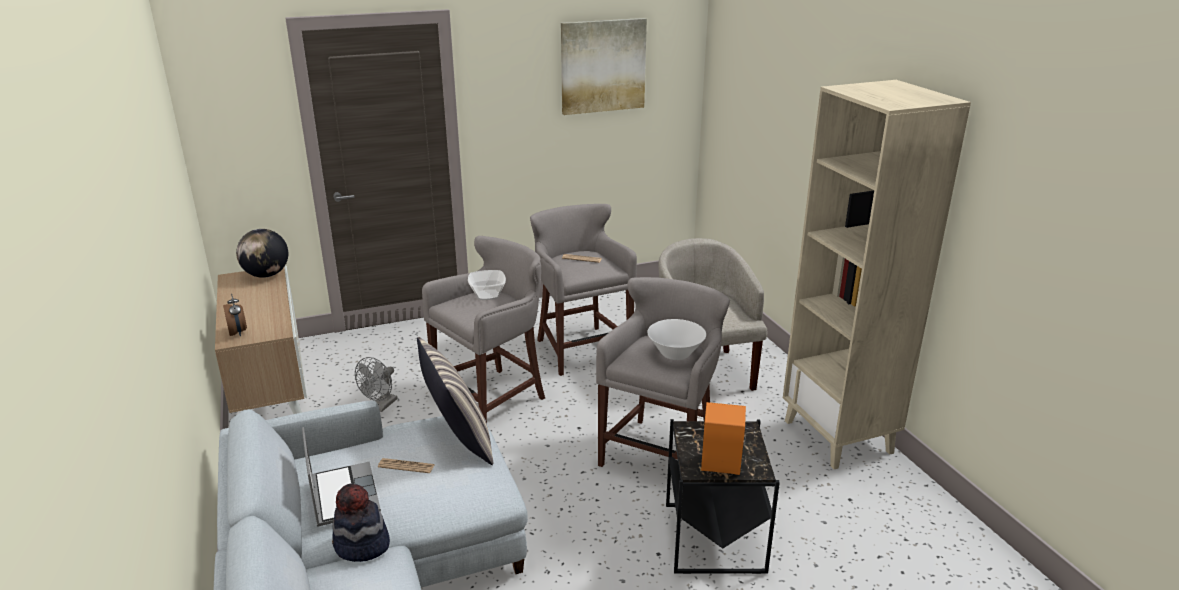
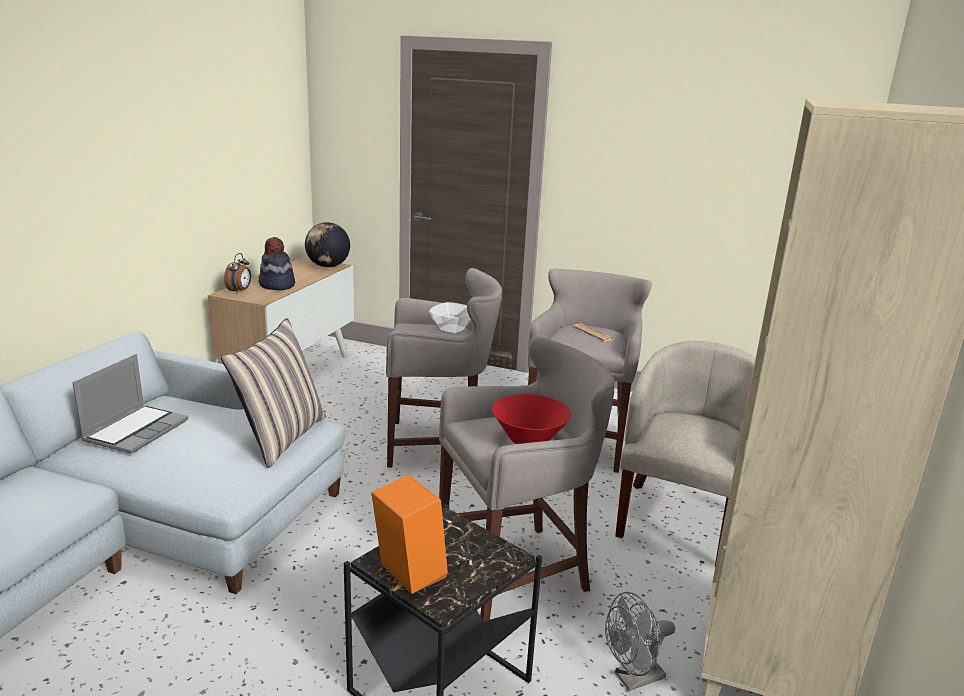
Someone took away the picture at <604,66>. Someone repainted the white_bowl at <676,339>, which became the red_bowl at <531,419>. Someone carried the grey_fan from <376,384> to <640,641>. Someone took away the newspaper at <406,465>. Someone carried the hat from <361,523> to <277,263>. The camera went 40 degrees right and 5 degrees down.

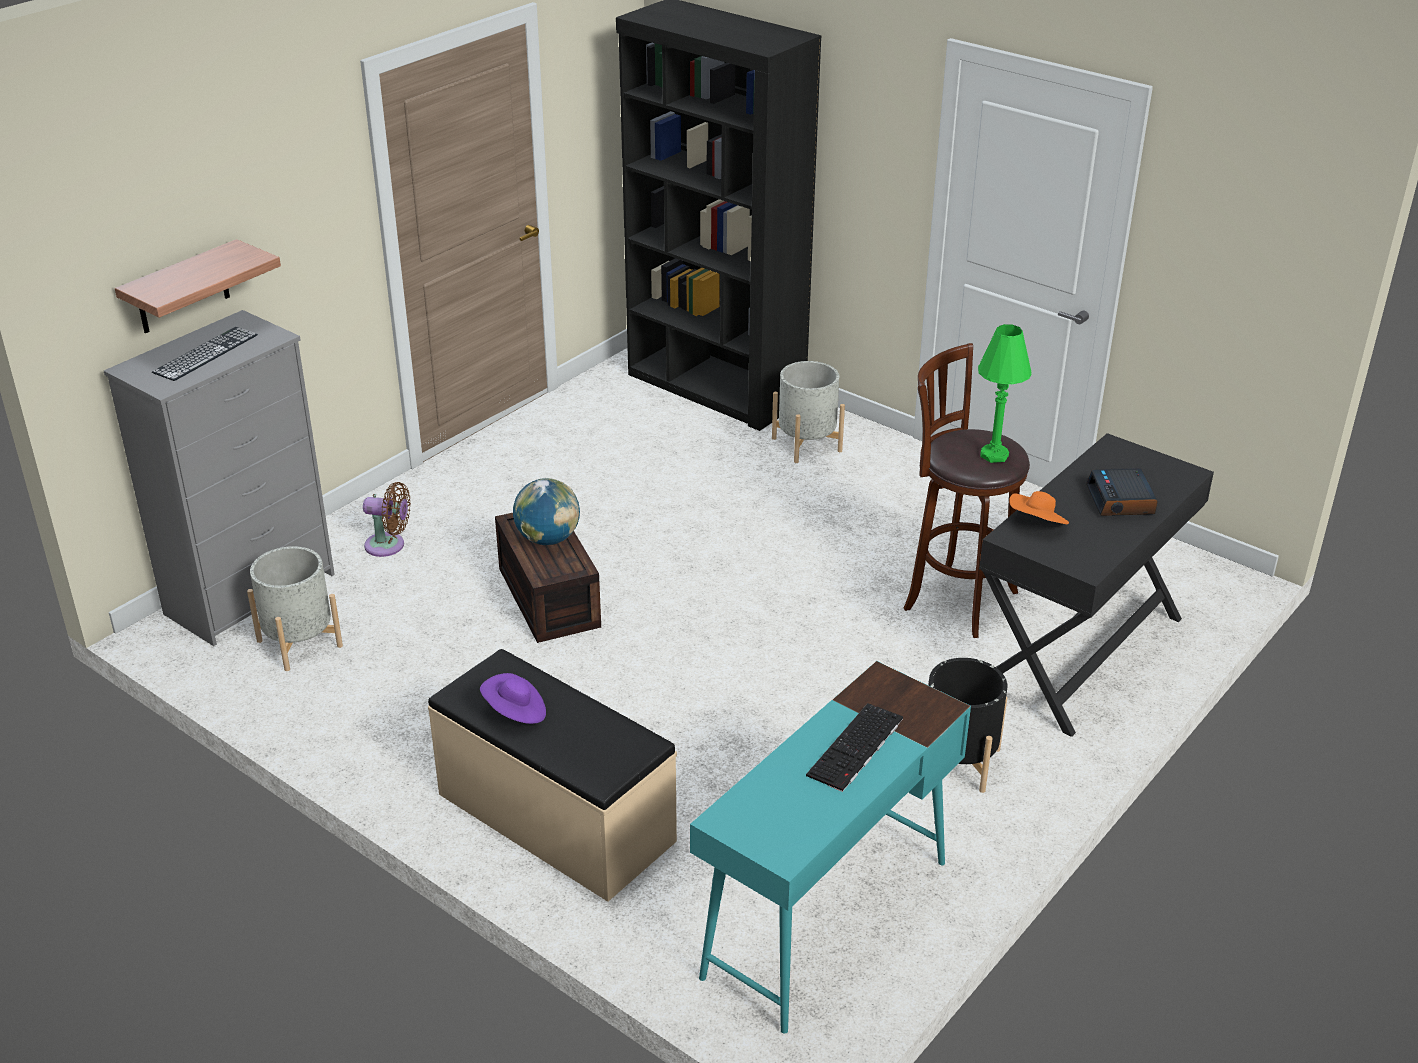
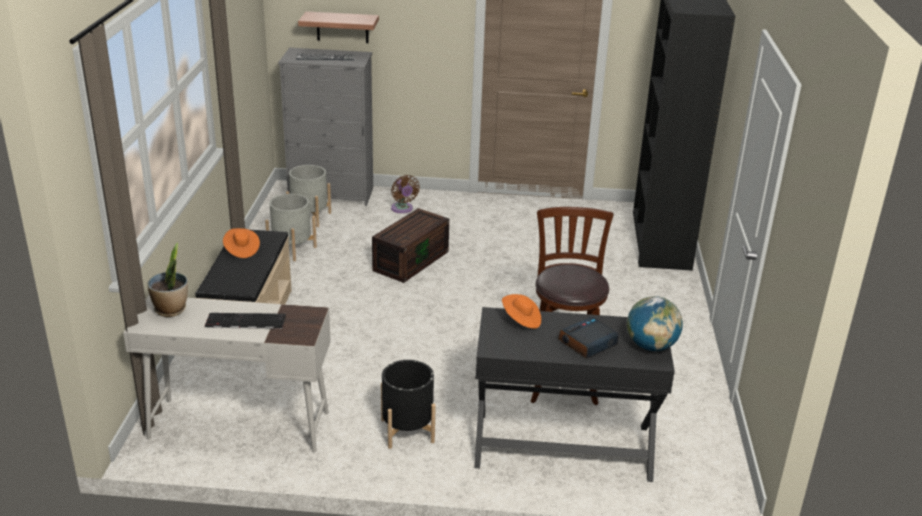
Someone took away the green_table_lamp at <1005,393>. Someone carried the grey_planter from <808,412> to <291,227>. Someone carried the globe from <546,511> to <655,323>. Someone repainted the turquoise_desk at <830,847>, which became the white_desk at <227,374>. Someone repainted the purple_hat at <513,698>, which became the orange_hat at <241,243>. Someone put down the potted_plant at <167,280>. The camera went 55 degrees right and 5 degrees down.

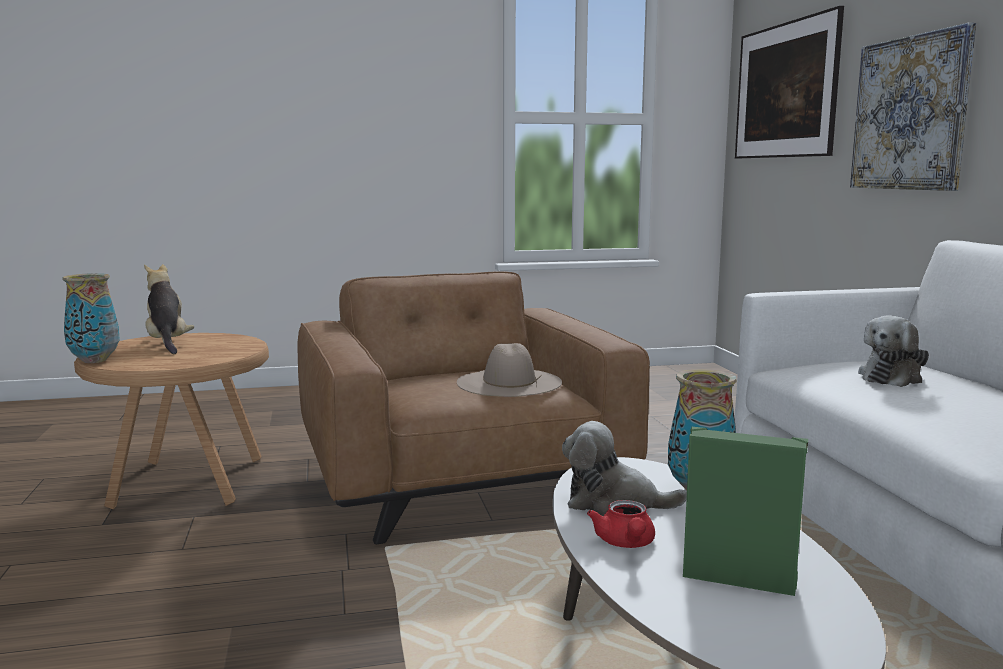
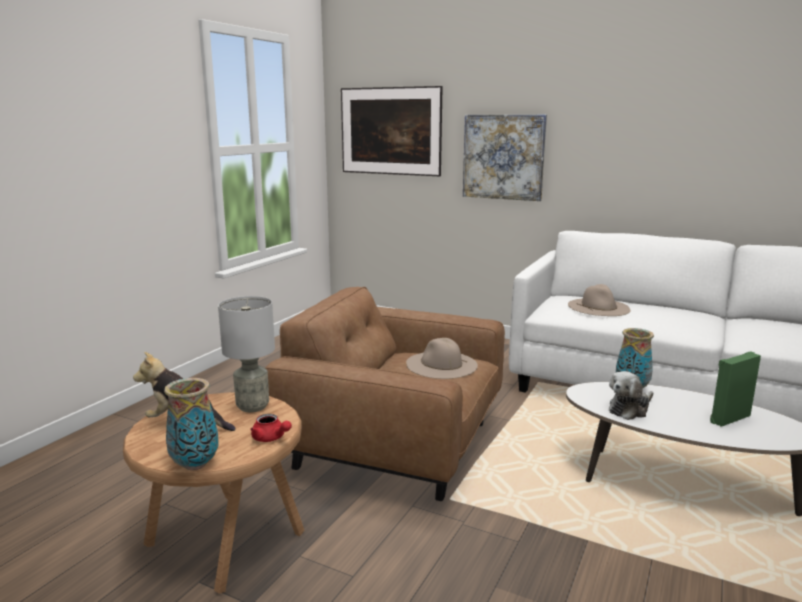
Someone swapped the plush_toy at <893,351> for the beige_hat at <599,300>. Someone carried the red_teapot from <621,524> to <271,428>. Someone put down the grey_table_lamp at <246,354>. The camera went 50 degrees left and 5 degrees up.

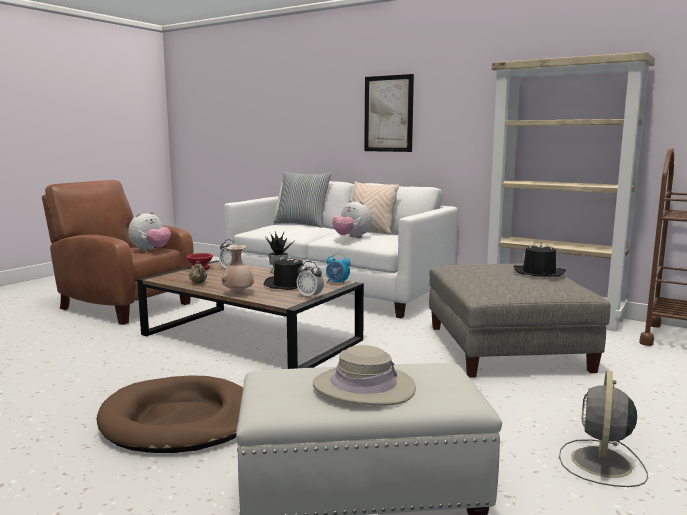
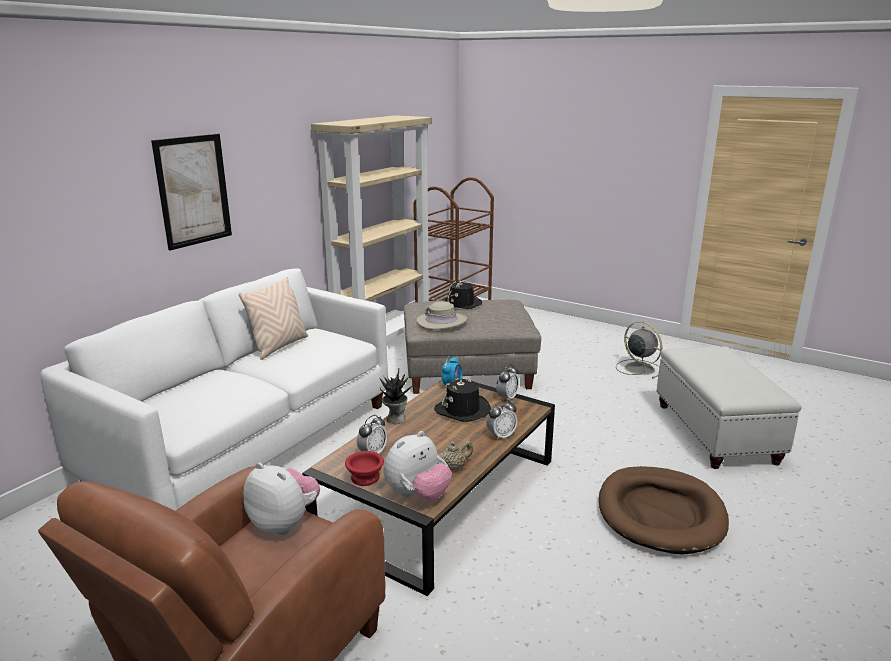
Someone took away the pillow at <302,199>. Someone carried the plush_toy from <352,219> to <418,466>. Someone swapped the beige_vase at <238,269> for the alarm_clock at <502,420>. Someone carried the beige_hat from <364,375> to <442,315>. Someone rotated the grey_fan at <603,428> by 150 degrees counterclockwise. The camera went 90 degrees left and 10 degrees up.

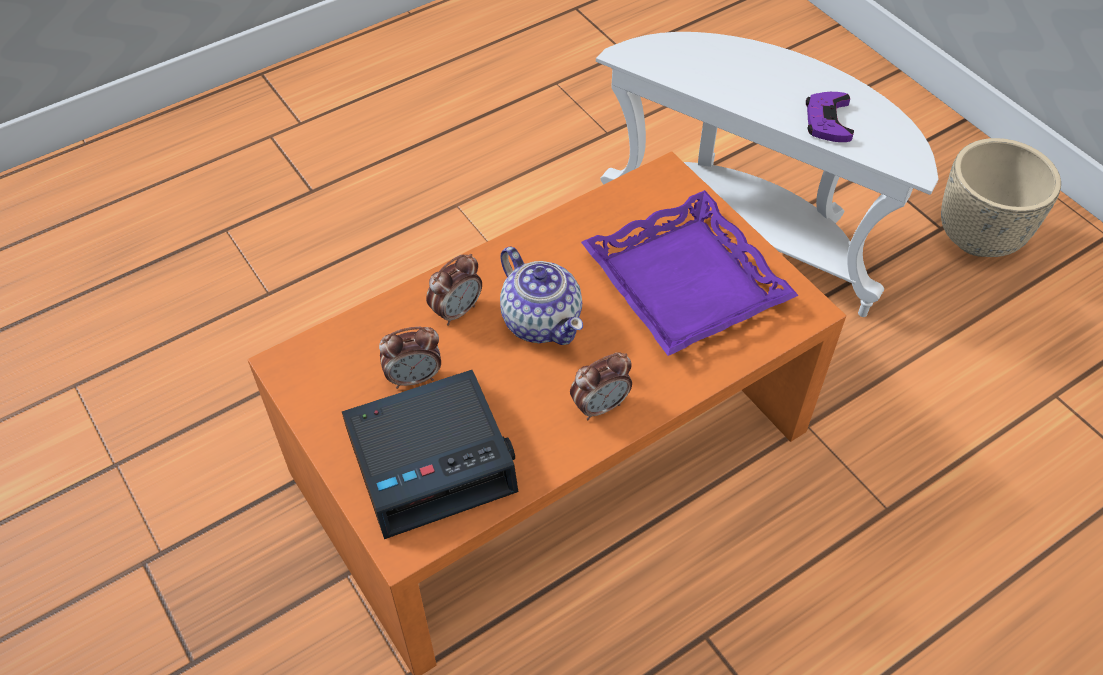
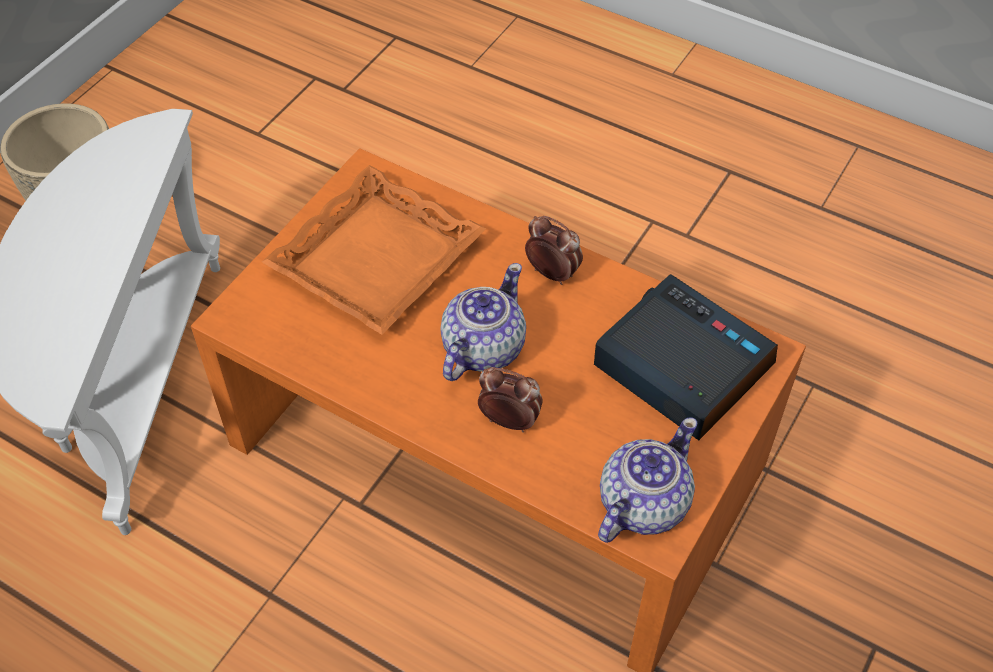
Someone took away the purple_game_controller at <830,117>. Someone repainted the purple_tray at <690,273>, which became the orange_tray at <374,250>. Someone took away the alarm_clock at <410,358>. Someone put down the teapot at <647,480>. The camera went 115 degrees left and 0 degrees up.

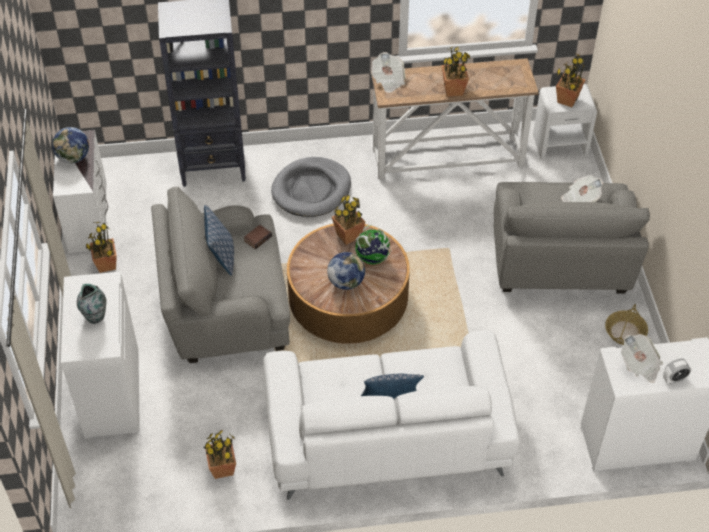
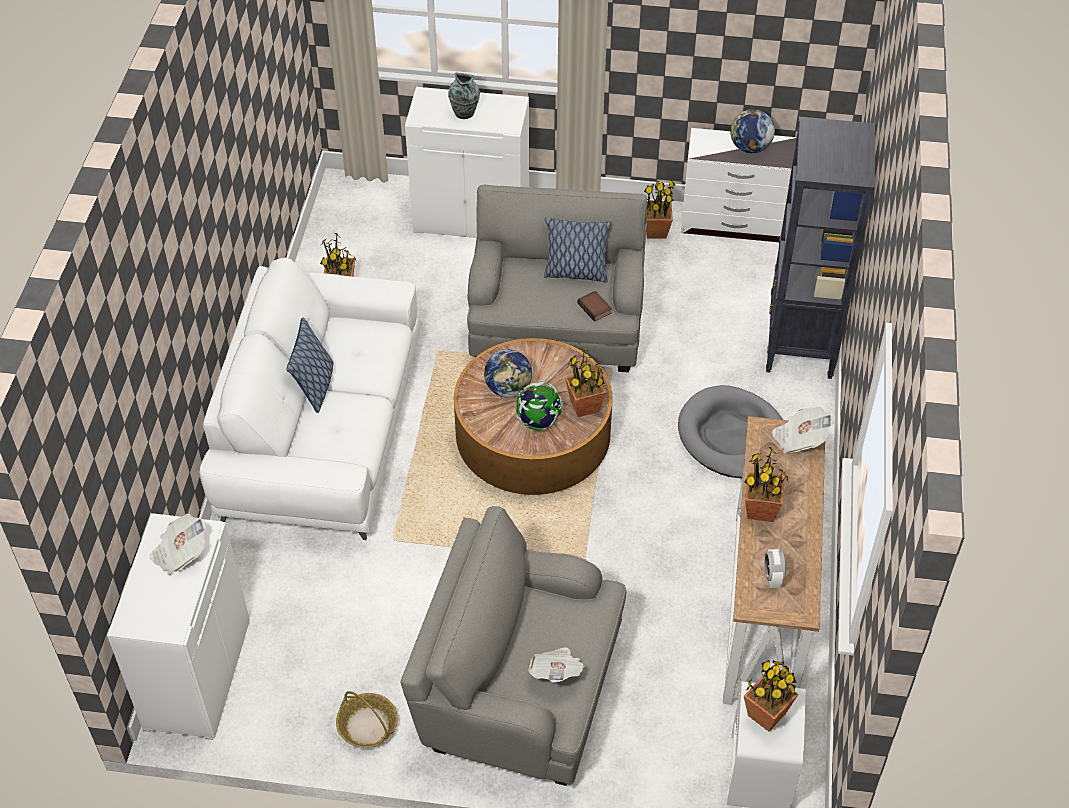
Someone carried the alarm_clock from <677,371> to <775,568>. The camera went 105 degrees right and 0 degrees up.

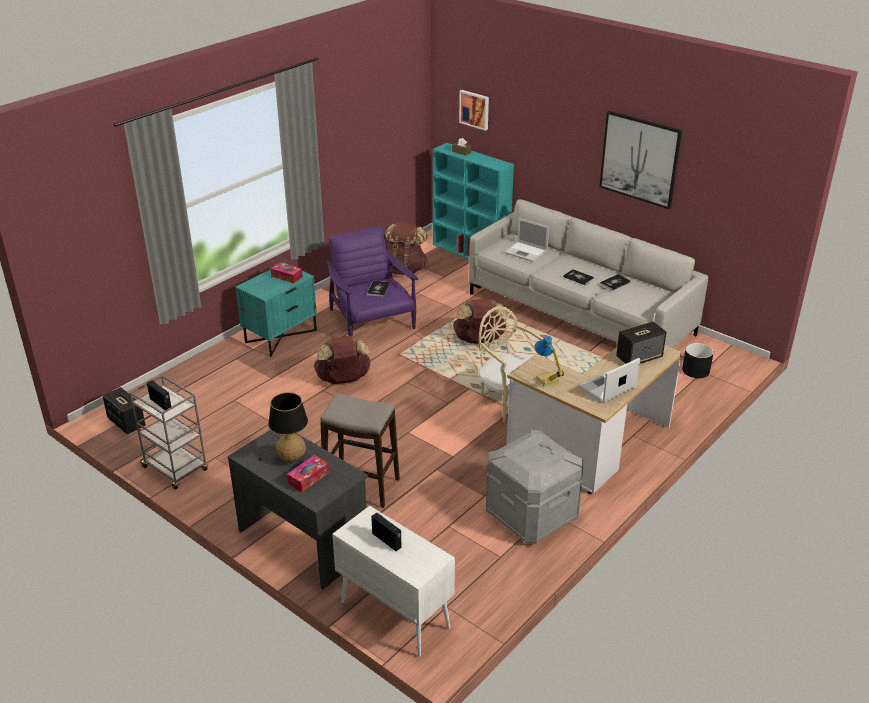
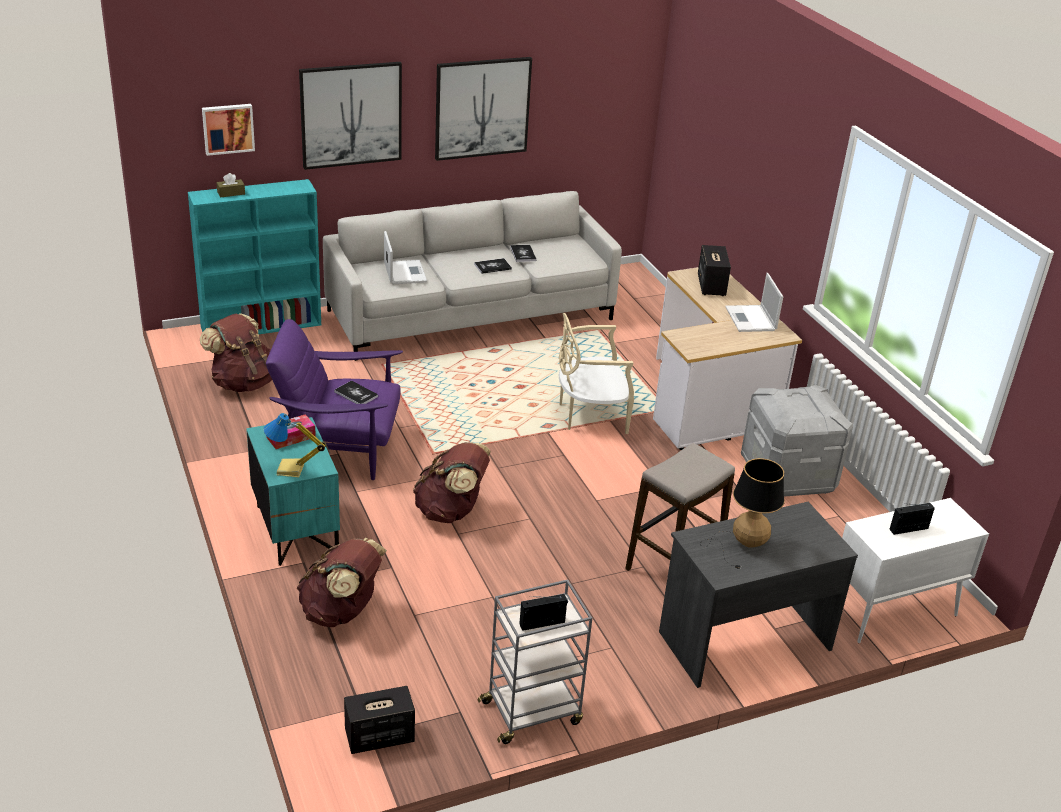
Someone rotated the laptop at <526,240> by 75 degrees counterclockwise. Someone carried the brown_backpack from <480,321> to <342,582>. Someone carried the table_lamp from <549,361> to <294,445>. Someone took away the black_planter at <698,360>. Someone took away the tissue_box at <308,473>. Someone put up the picture at <350,116>. The camera went 65 degrees left and 0 degrees up.

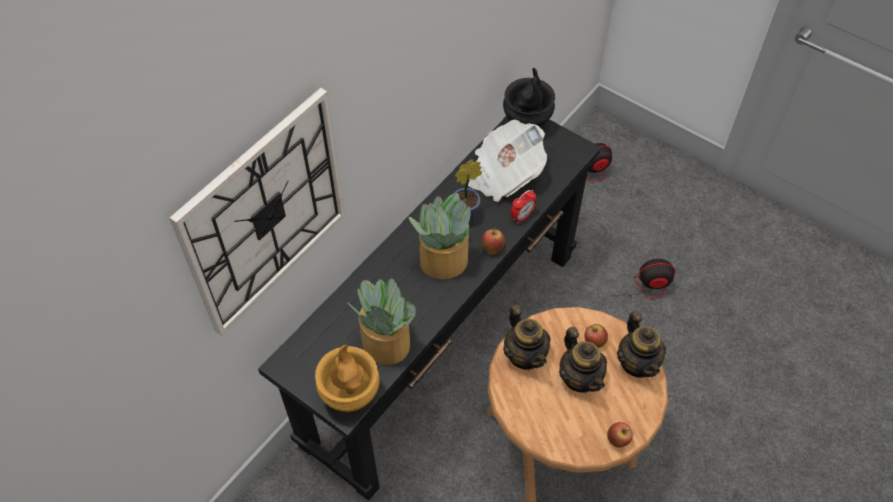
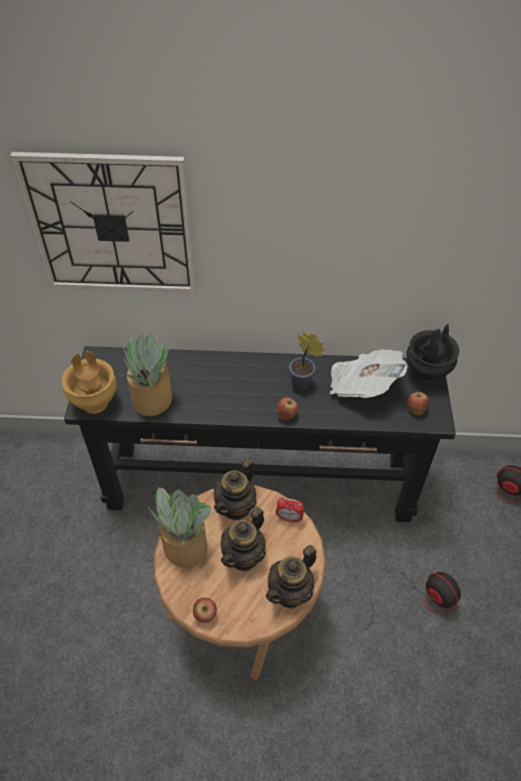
Someone carried the alarm_clock from <523,207> to <290,510>. Someone carried the potted_plant from <439,236> to <179,528>. Someone carried the apple from <596,336> to <418,402>. The camera went 55 degrees right and 5 degrees down.

